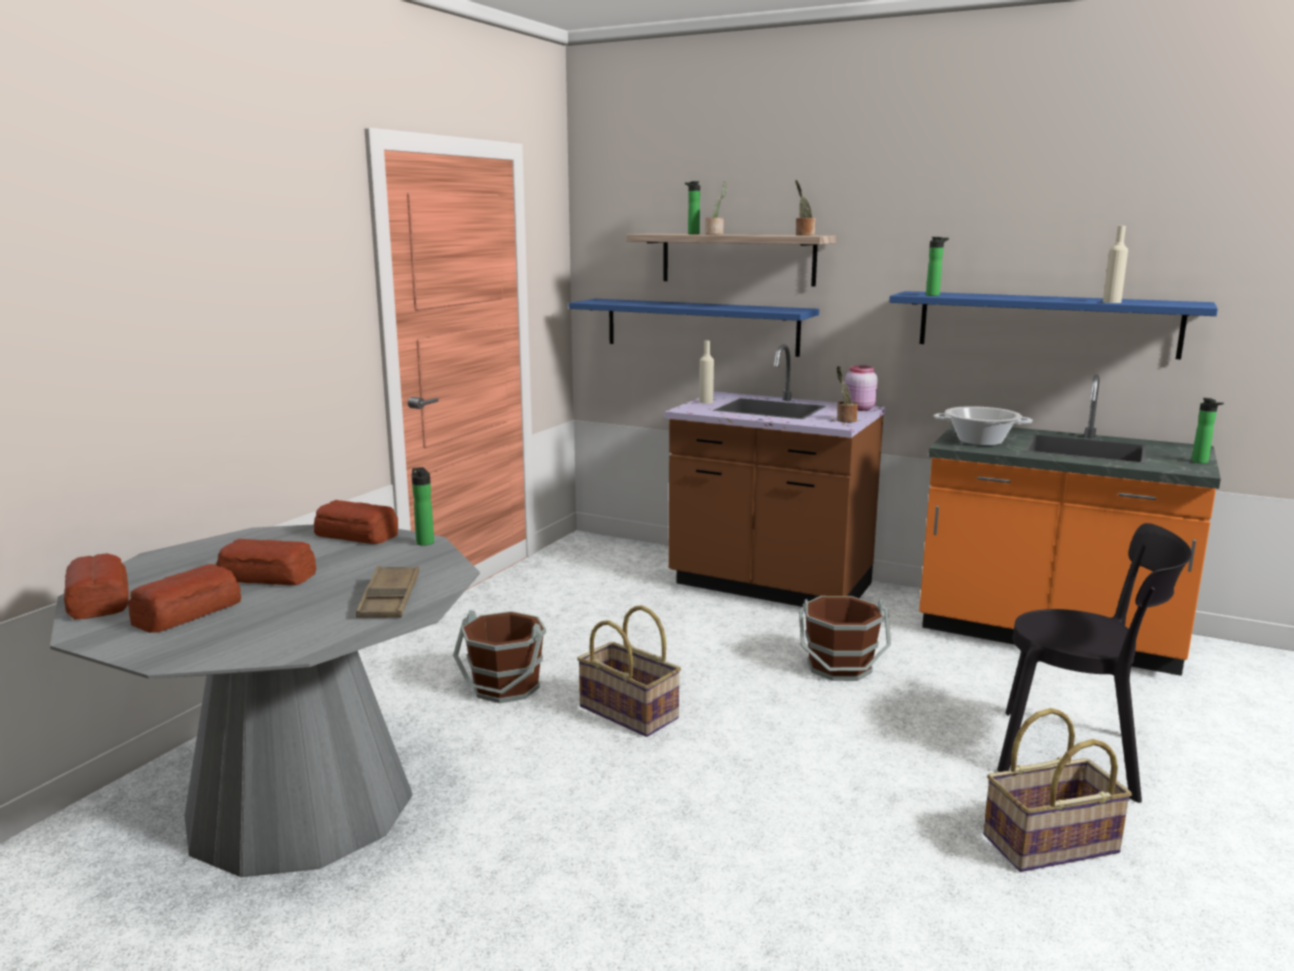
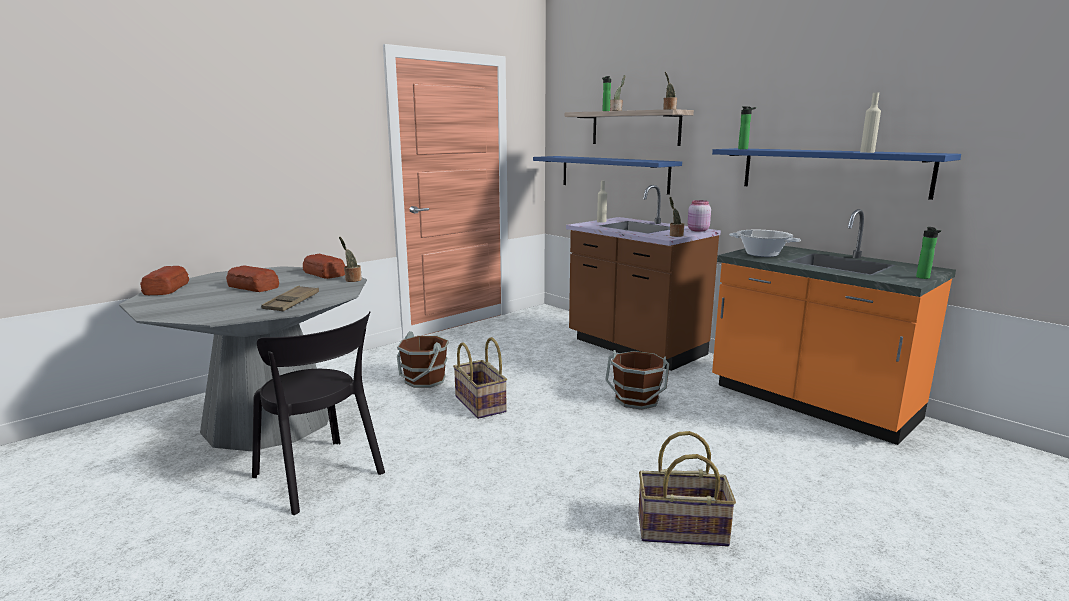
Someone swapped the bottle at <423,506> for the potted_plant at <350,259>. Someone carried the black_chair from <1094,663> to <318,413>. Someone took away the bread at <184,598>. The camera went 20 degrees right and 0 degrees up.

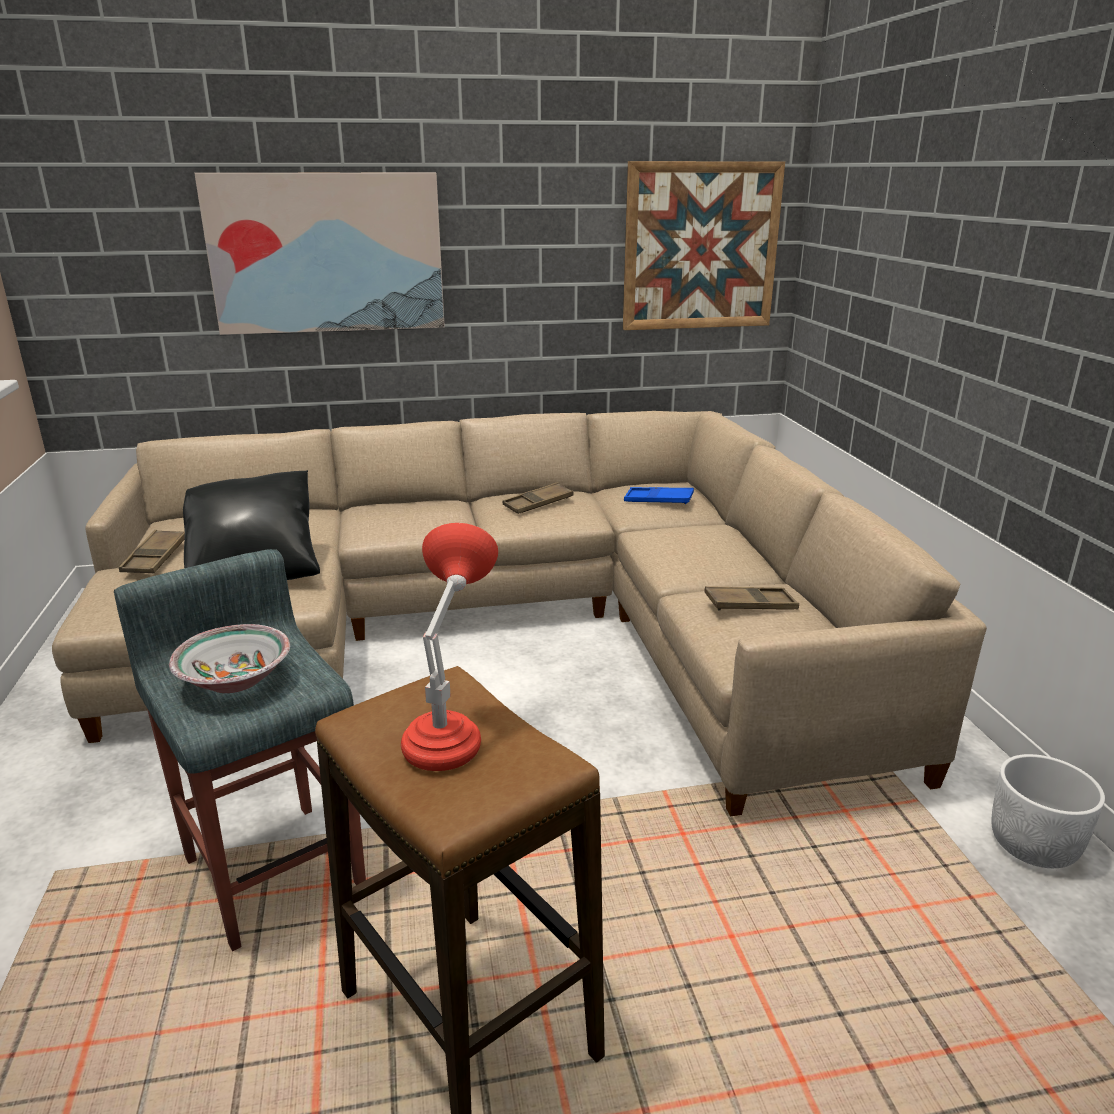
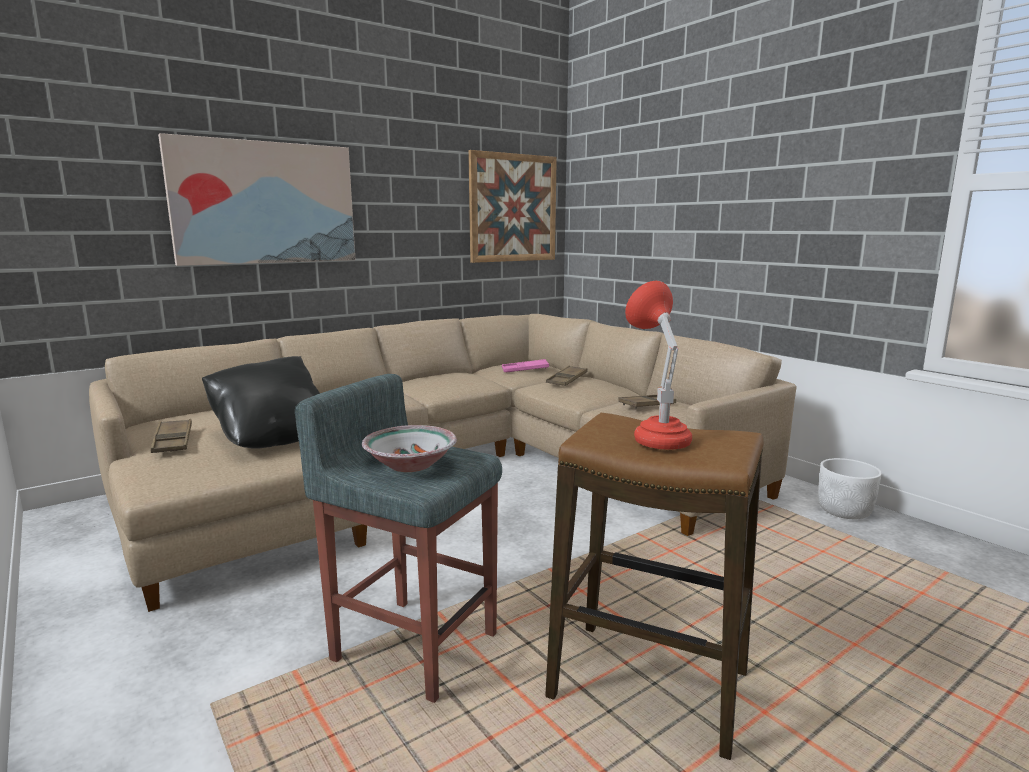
Someone carried the brown_tray from <538,498> to <566,375>. Someone repainted the blue_tray at <659,495>, which became the pink_tray at <525,365>. The camera went 25 degrees left and 10 degrees down.

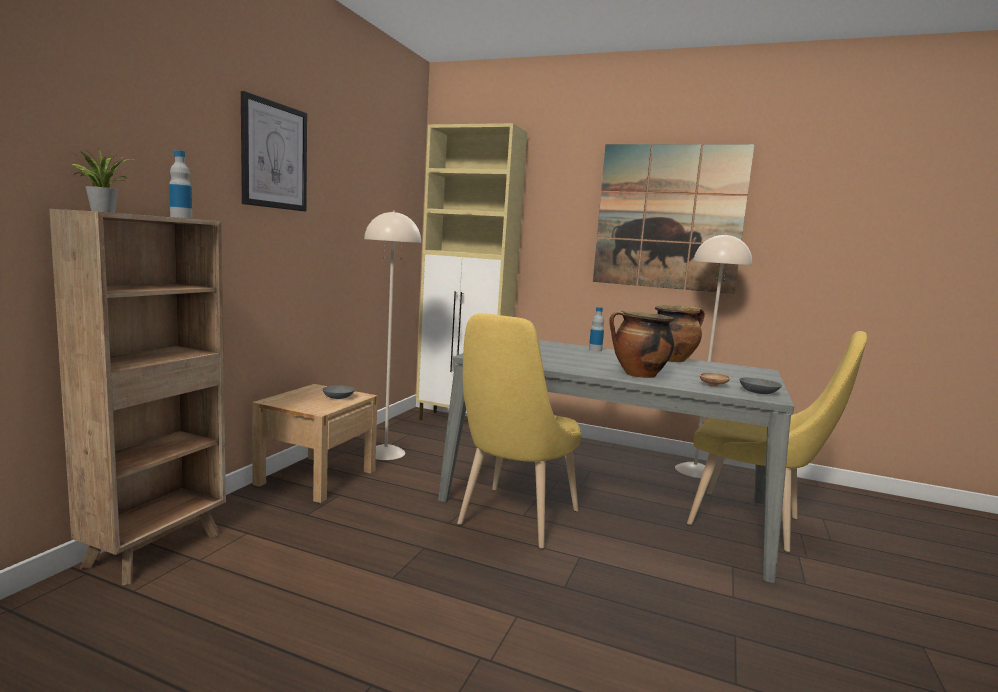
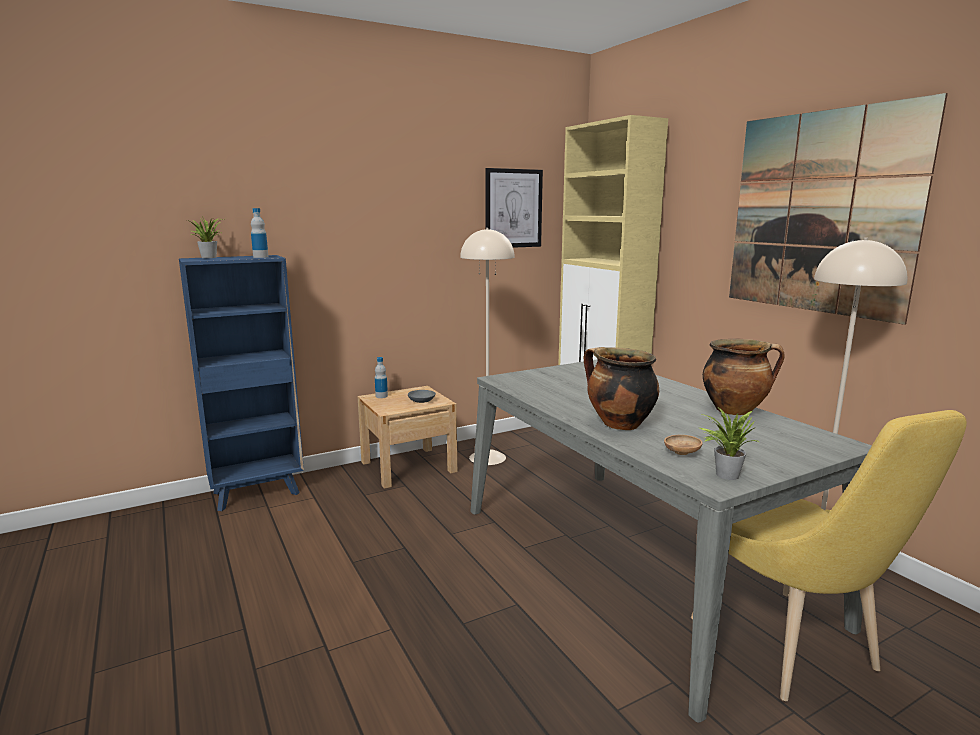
Someone carried the picture from <274,151> to <514,208>. Someone repainted the brown_bookcase at <137,397>, which became the blue_bookcase at <241,383>. Someone carried the bottle from <596,329> to <381,377>. Someone took away the yellow_chair at <519,431>. Someone swapped the grey_bowl at <760,385> for the potted_plant at <729,444>. The camera went 40 degrees right and 5 degrees up.

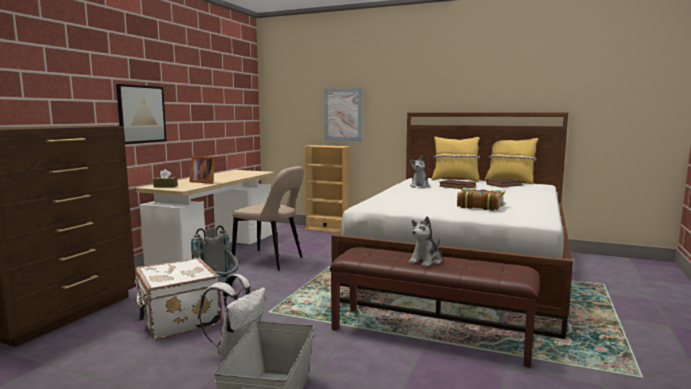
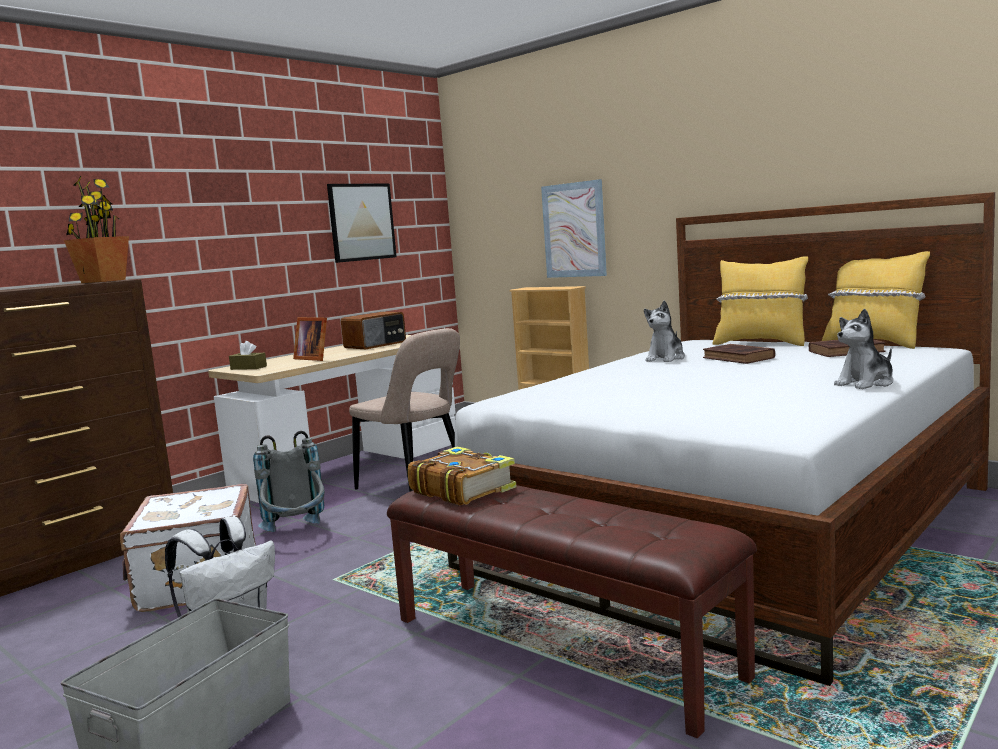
Someone carried the picture from <141,114> to <362,223>. Someone carried the book from <481,199> to <462,476>. Someone carried the plush_toy from <425,241> to <863,349>. Someone put down the potted_plant at <96,229>. Someone put down the radio at <373,330>. The camera went 20 degrees right and 0 degrees up.

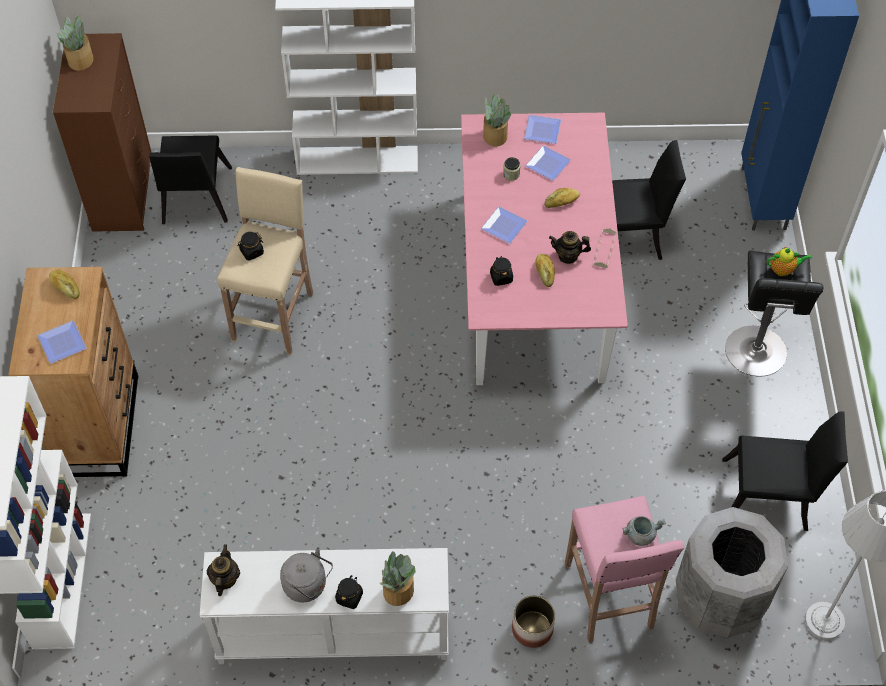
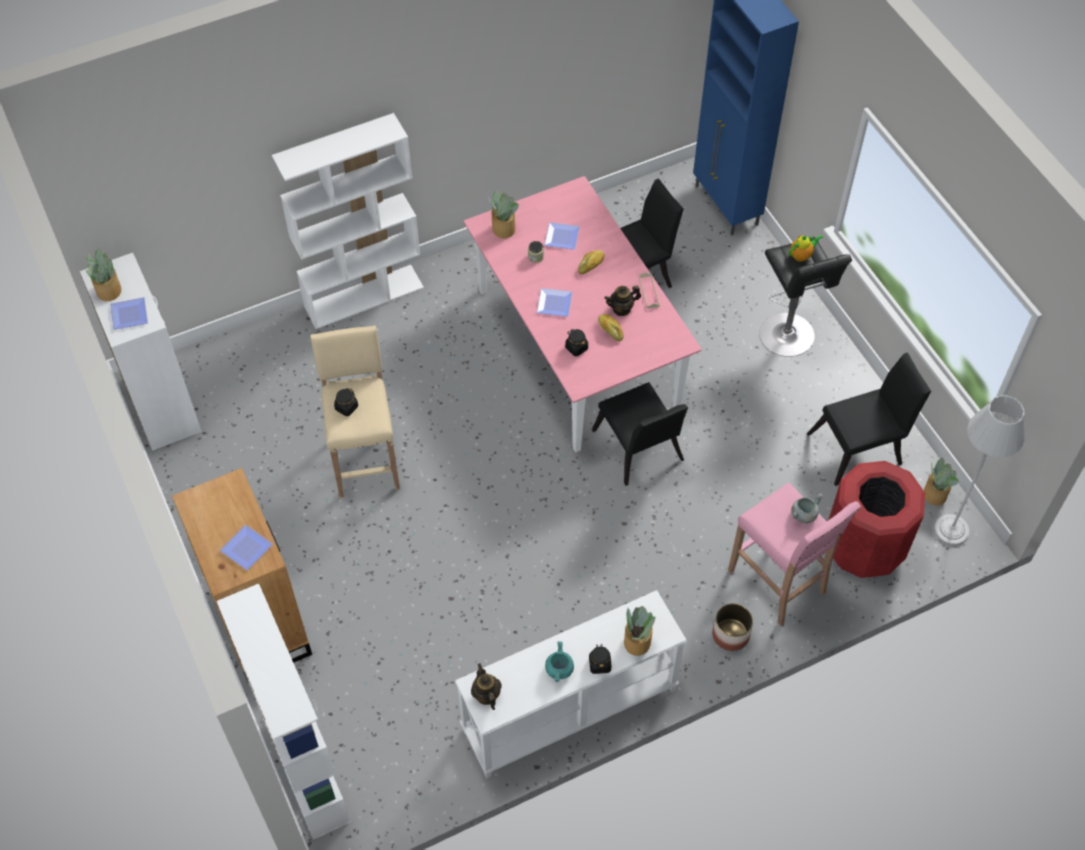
Someone repainted the brown_dresser at <102,132>, which became the white_dresser at <141,352>. Someone carried the plate from <542,129> to <129,313>. Someone carried the black_chair from <190,179> to <640,434>. Someone took away the bread at <64,284>. Someone repainted the grey_trash_can at <732,572>, which became the red_trash_can at <876,519>. Someone swapped the grey_kettle at <306,574> for the turquoise_cooking_pot at <559,661>. Someone put down the potted_plant at <941,481>. The camera went 25 degrees left and 0 degrees up.

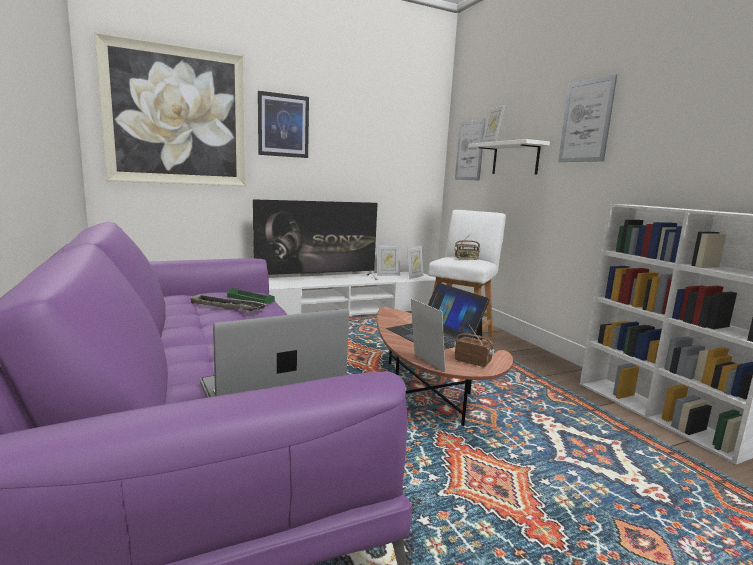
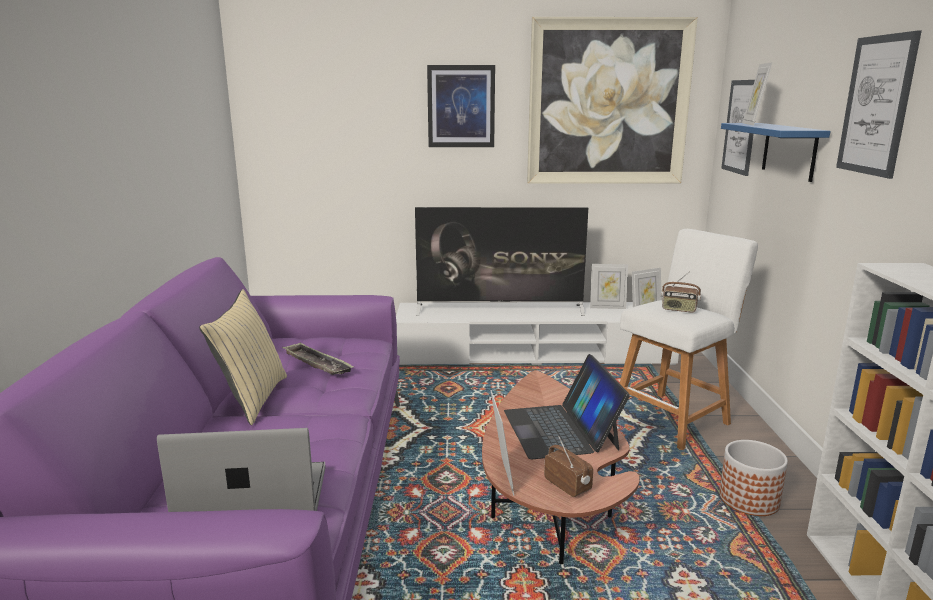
Someone carried the picture from <170,109> to <612,100>. Someone repainted the white_shelf at <509,157>, which became the blue_shelf at <775,152>. Someone took away the green_tray at <251,295>. Someone put down the beige_pillow at <243,357>. Someone put down the planter at <753,478>. The camera went 25 degrees right and 5 degrees up.

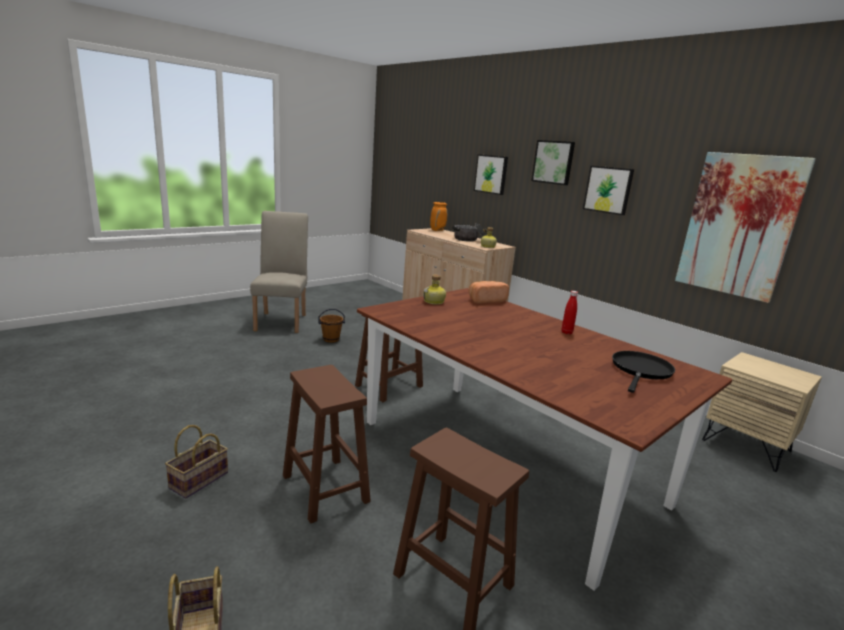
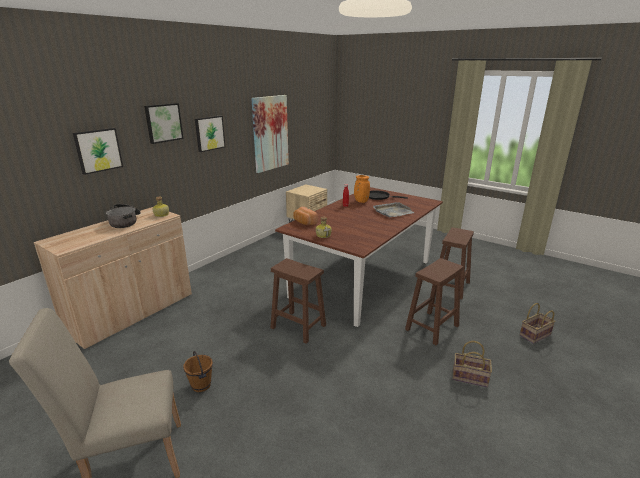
Someone carried the orange_vase from <438,216> to <362,189>. Someone put down the grey_tray at <394,209>. The camera went 100 degrees left and 5 degrees up.

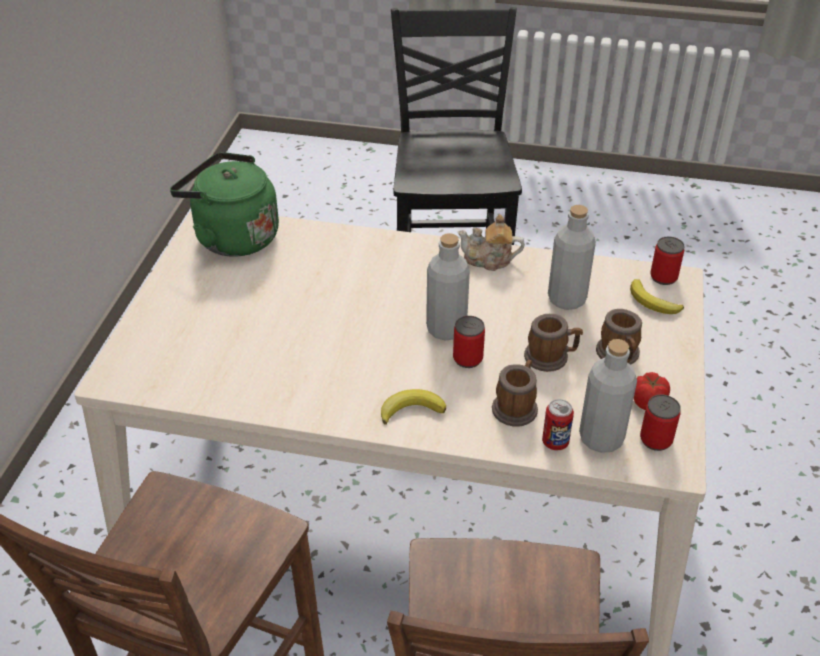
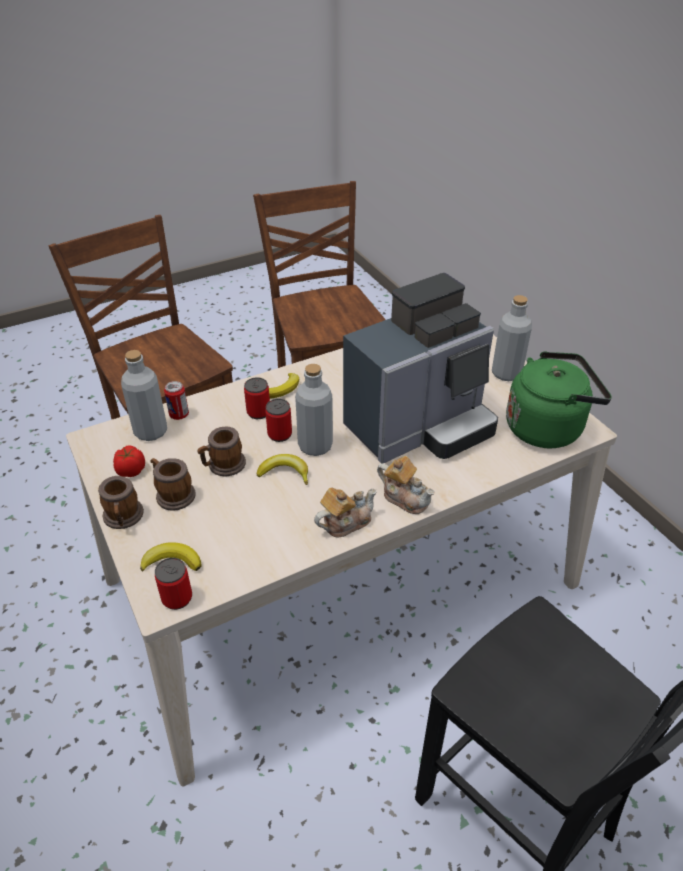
Someone carried the grey_bottle from <572,257> to <512,338>. Someone carried the mug from <515,393> to <121,502>. Someone carried the can from <660,422> to <257,398>. Someone put down the coffee_machine at <420,368>. Someone put down the banana at <282,469>. Someone put down the teapot at <406,485>. The camera went 140 degrees right and 0 degrees up.

